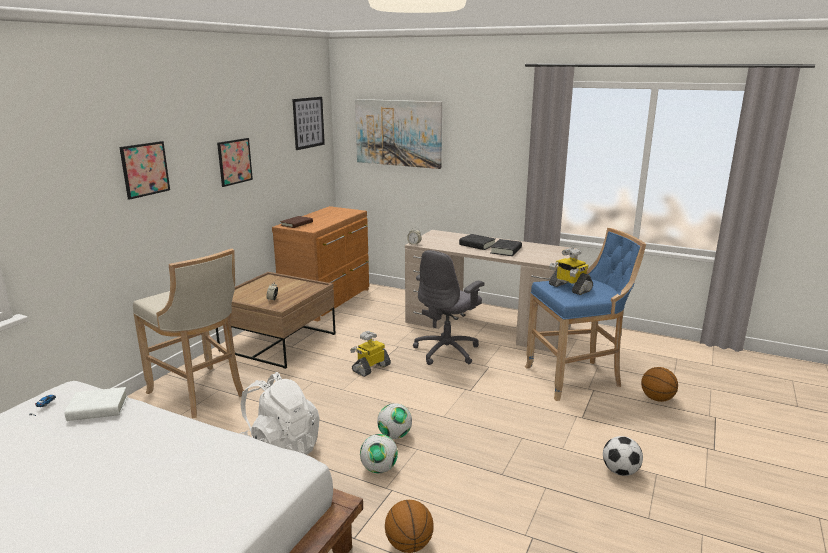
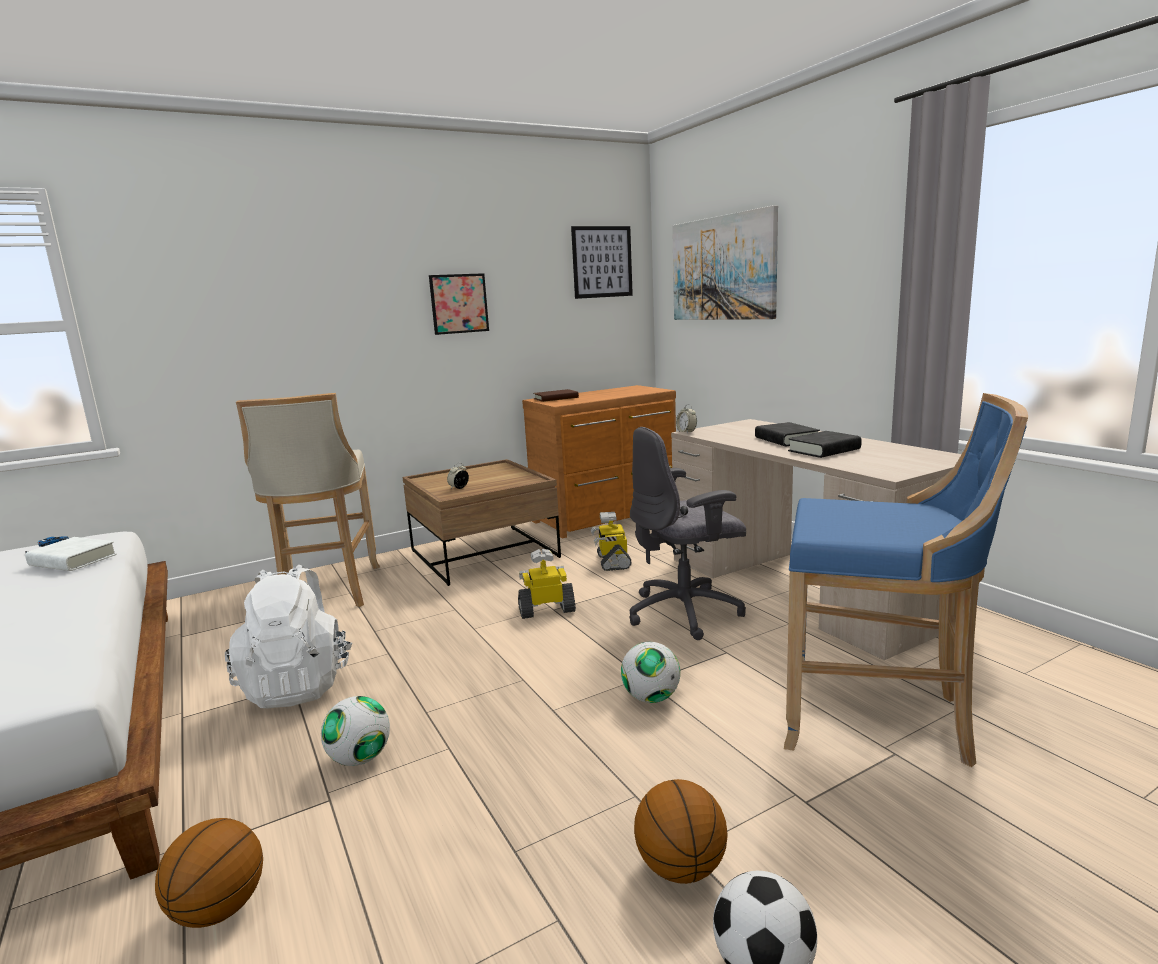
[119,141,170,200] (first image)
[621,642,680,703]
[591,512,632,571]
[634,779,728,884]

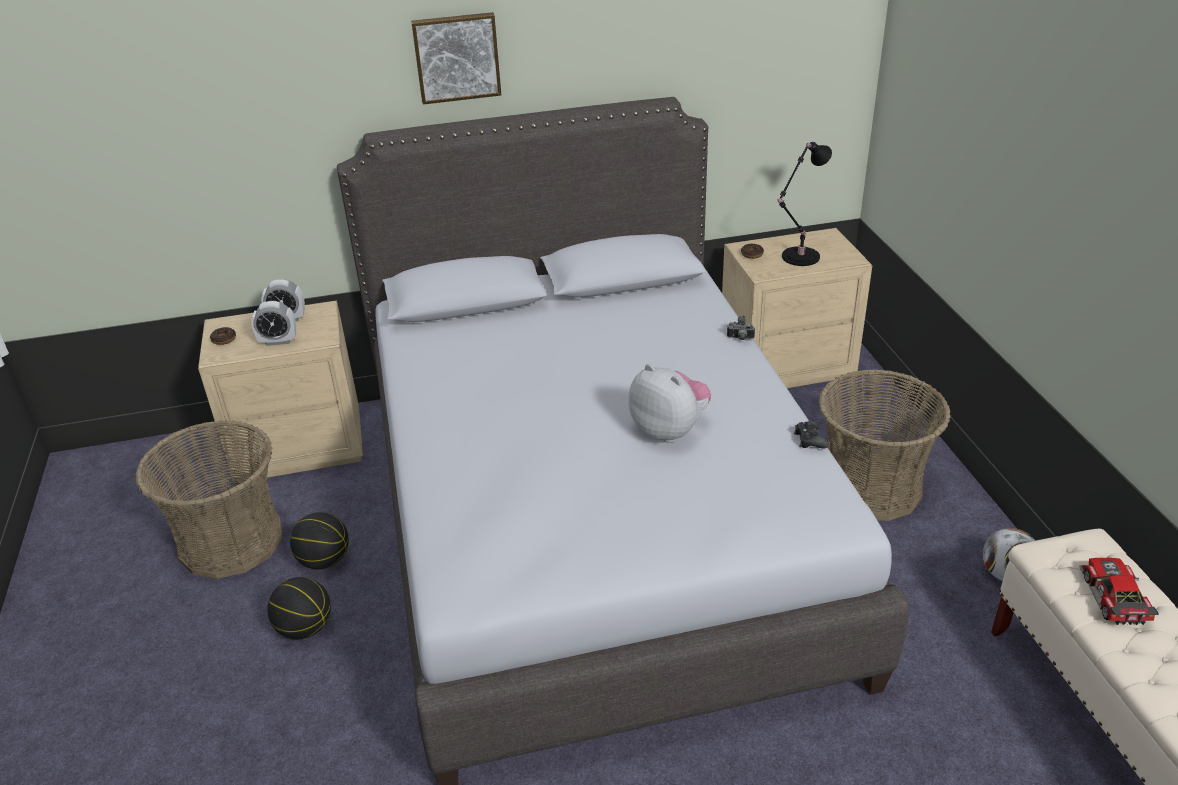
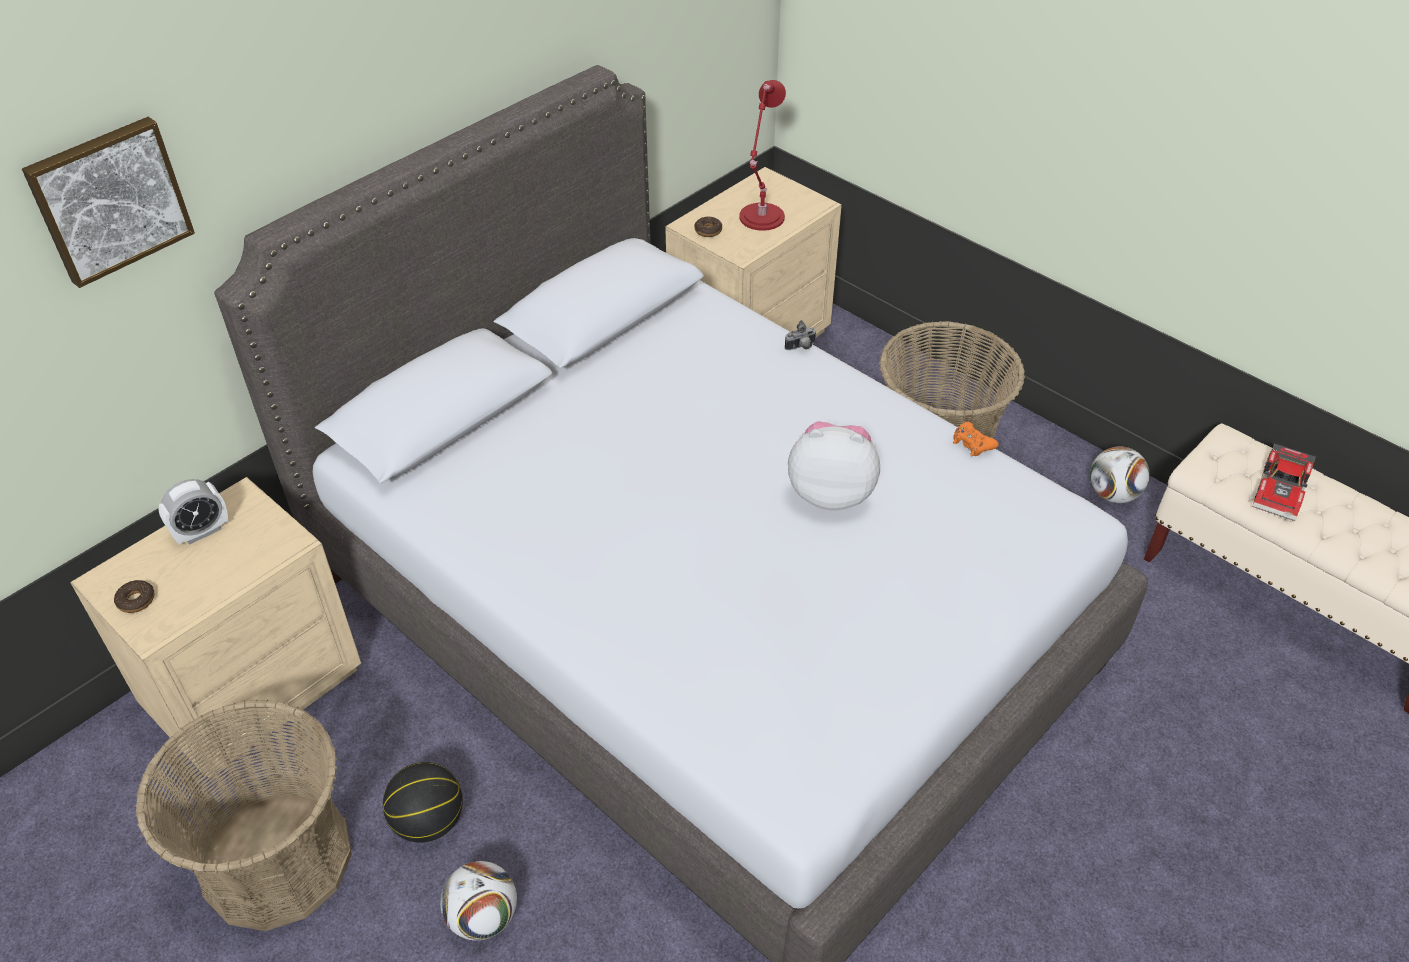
[251,301,296,346] (first image)
[22,117,195,288]
[440,861,517,941]
[739,80,786,231]
[953,422,999,456]
[1252,443,1316,521]

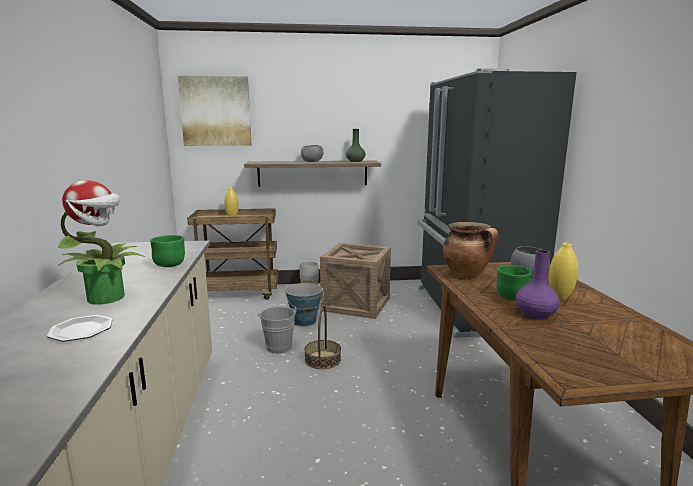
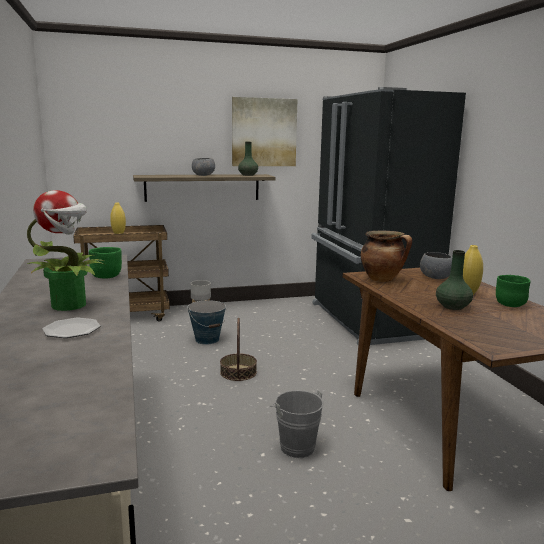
[320,243,391,319] (first image)
[232,97,297,166]
[269,390,324,458]
[496,275,530,307]
[436,250,473,310]

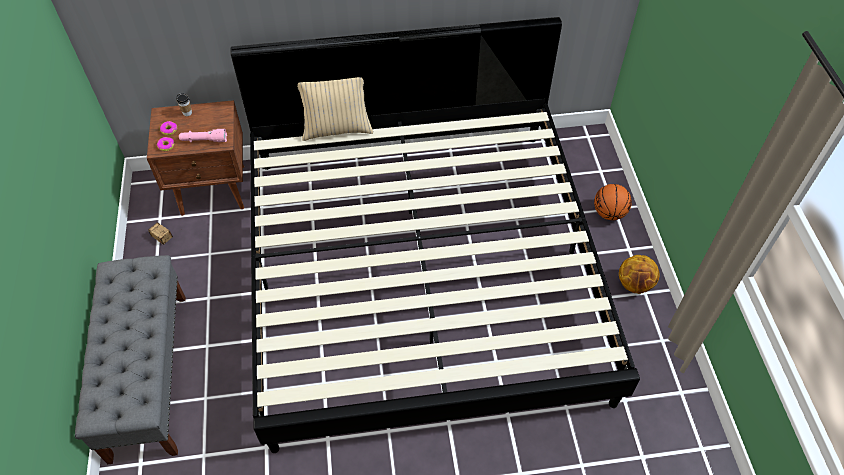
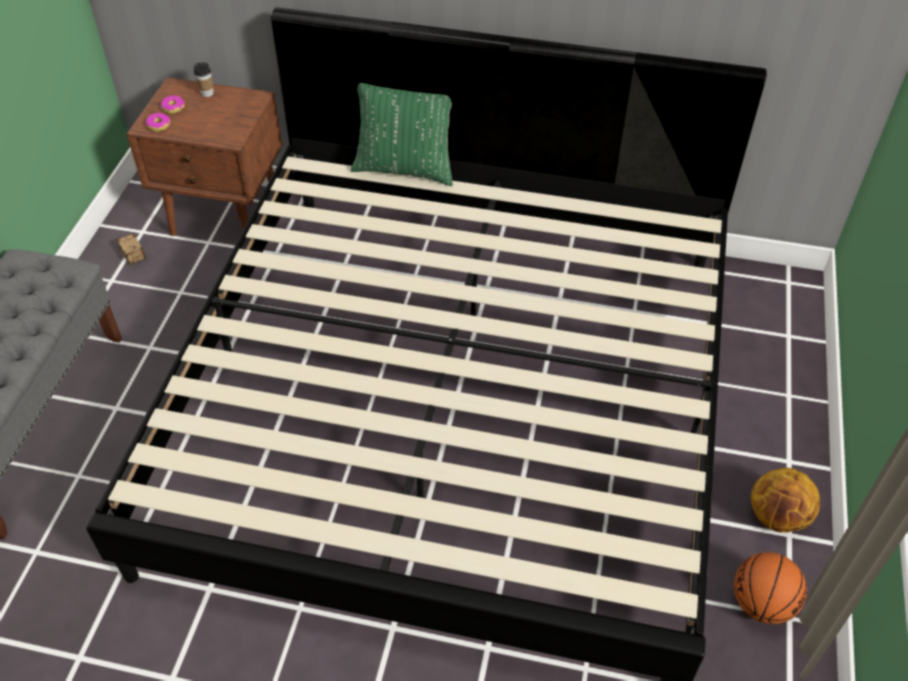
[179,129,227,142] (first image)
[734,552,807,624]
[351,83,453,186]

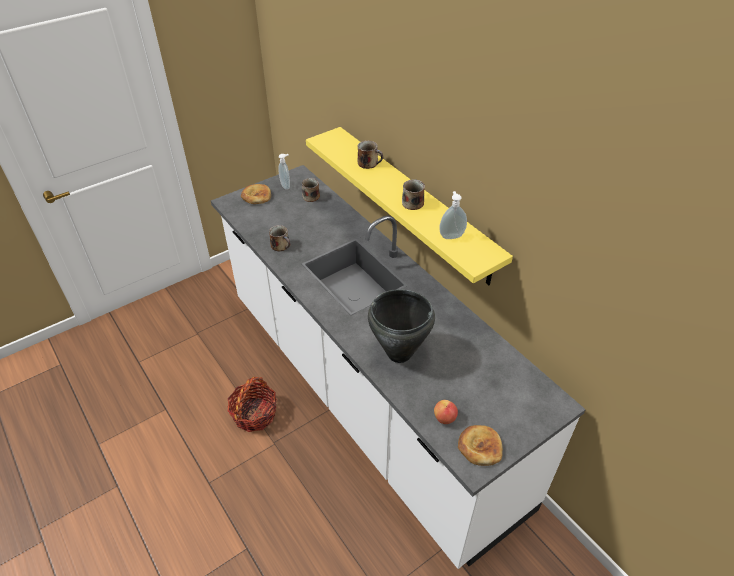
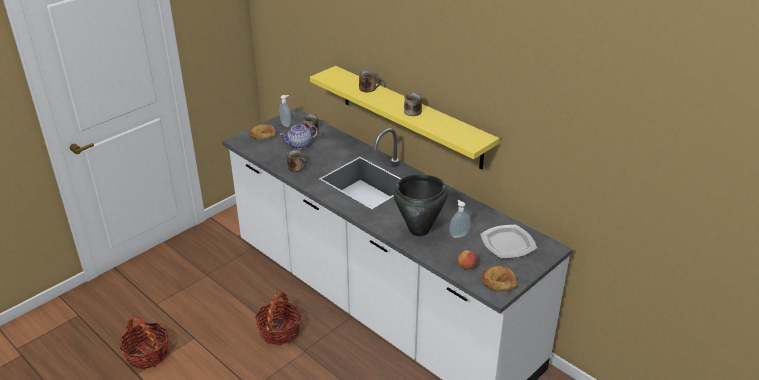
[120,316,169,369]
[280,124,318,149]
[480,225,537,259]
[449,200,470,238]

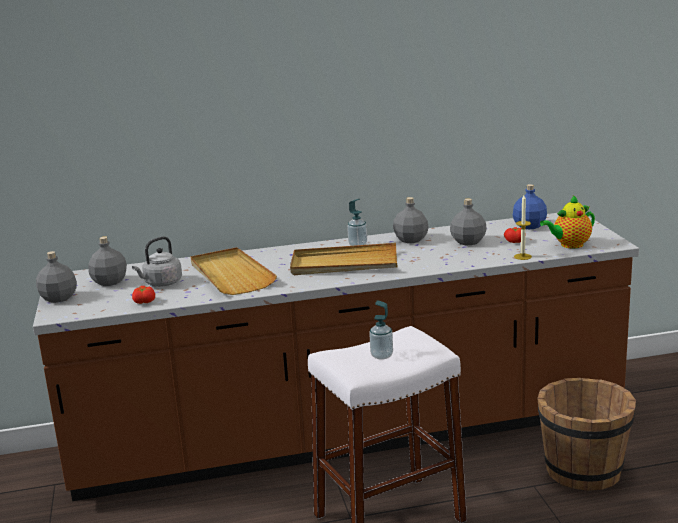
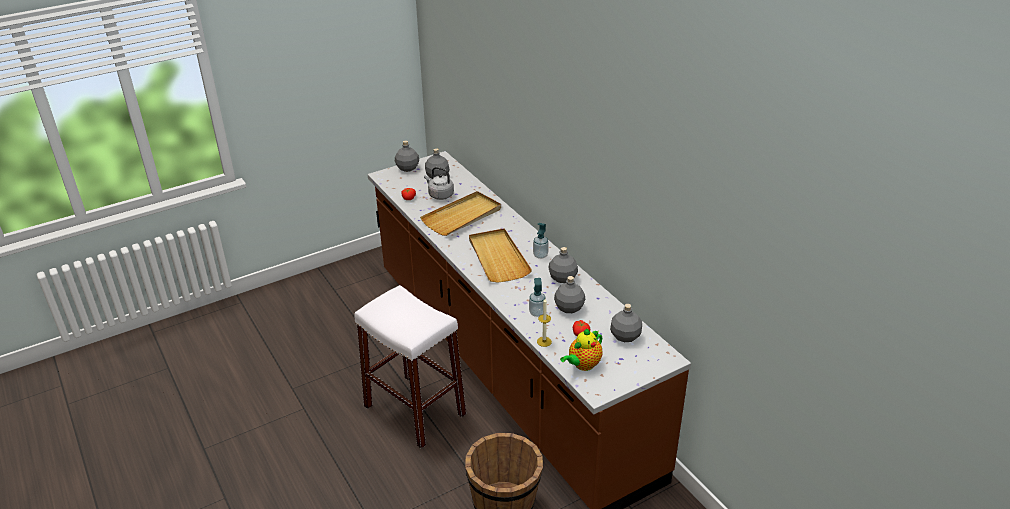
[529,278,546,317]
[610,304,642,342]
[560,329,603,371]

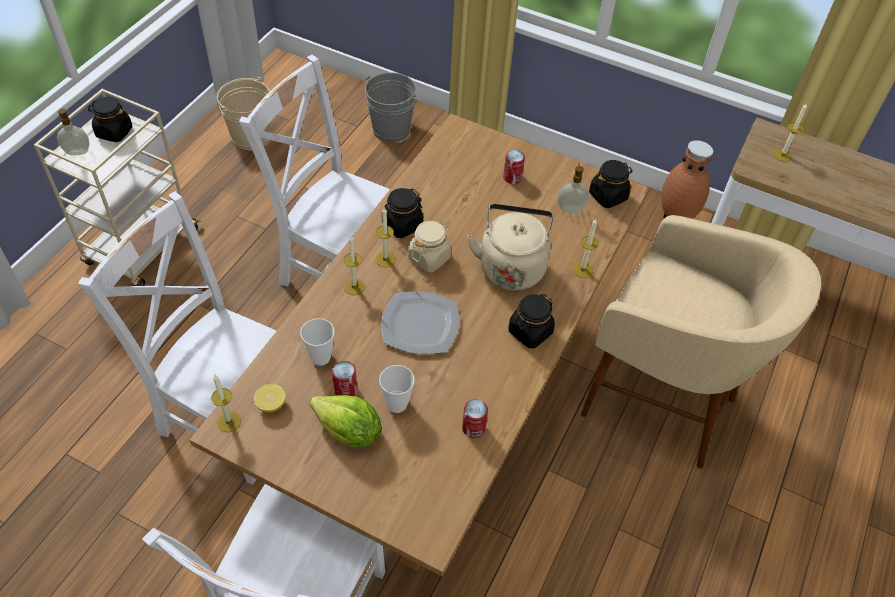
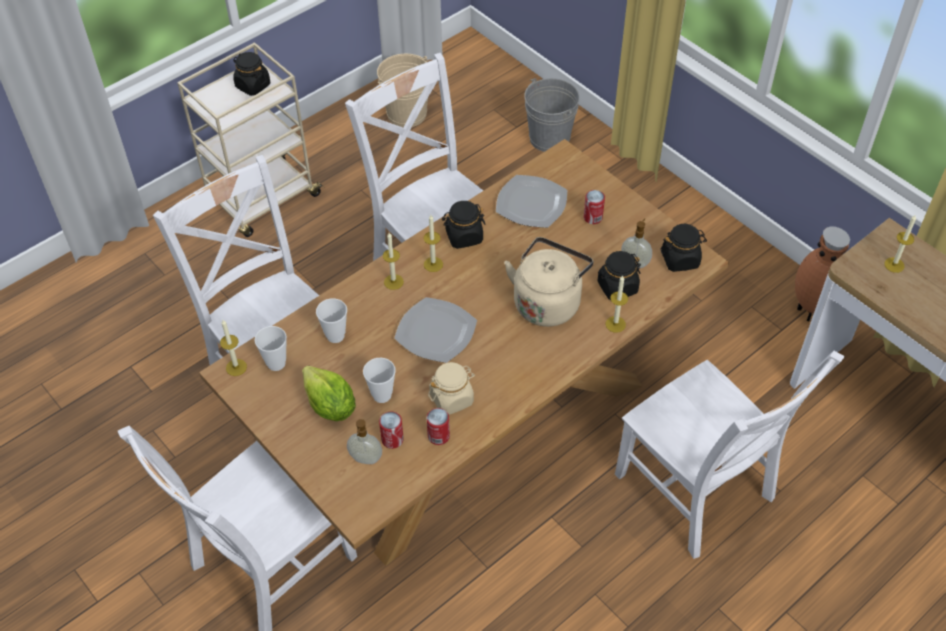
[496,175,567,228]
[347,419,382,464]
[379,411,404,449]
[428,362,475,415]
[598,251,641,300]
[255,326,287,371]
[615,351,845,559]

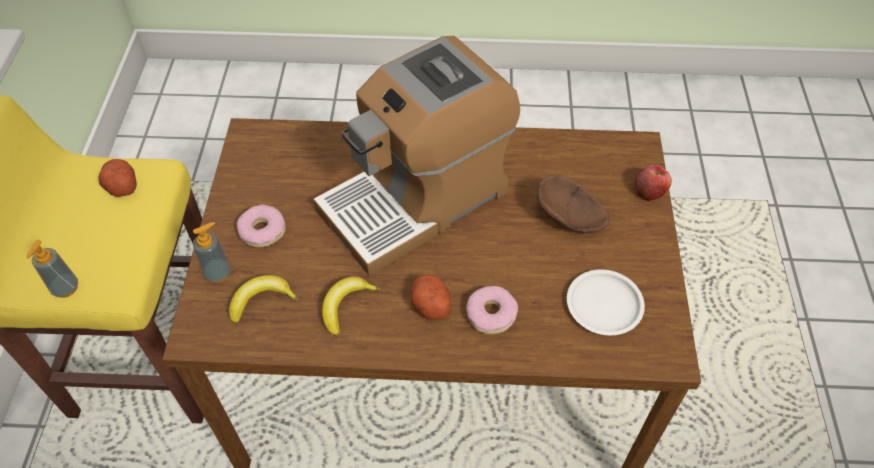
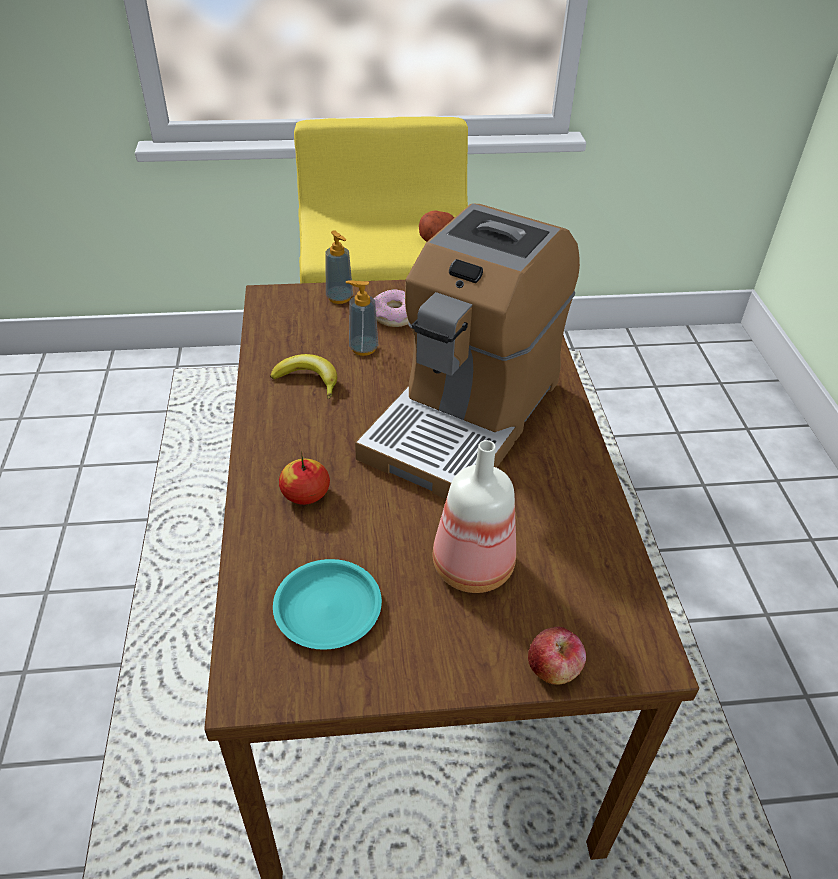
[229,275,299,324] (first image)
[410,274,452,320] (first image)
[346,280,378,356]
[279,456,330,505]
[433,440,516,593]
[273,559,382,650]
[355,203,580,499]

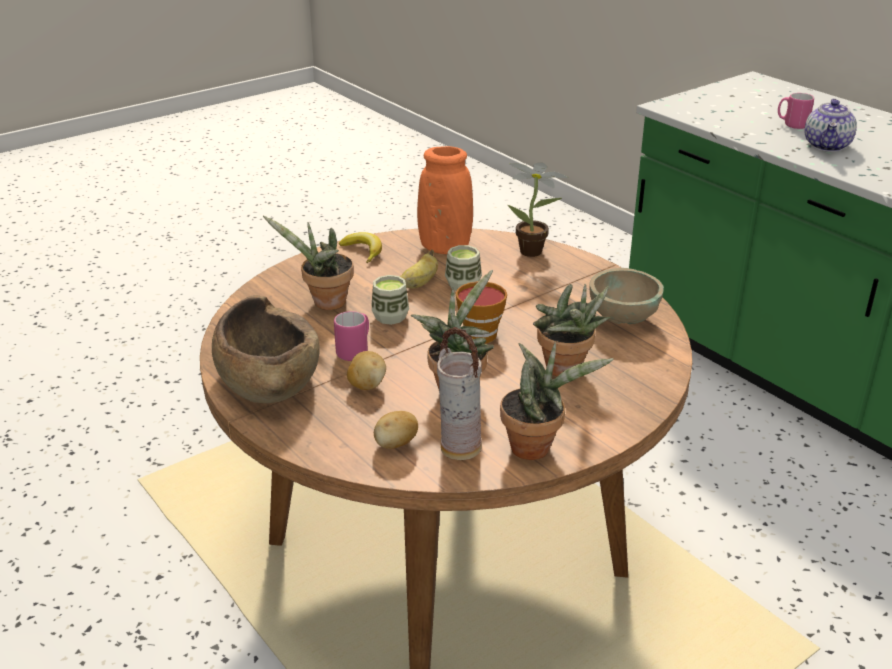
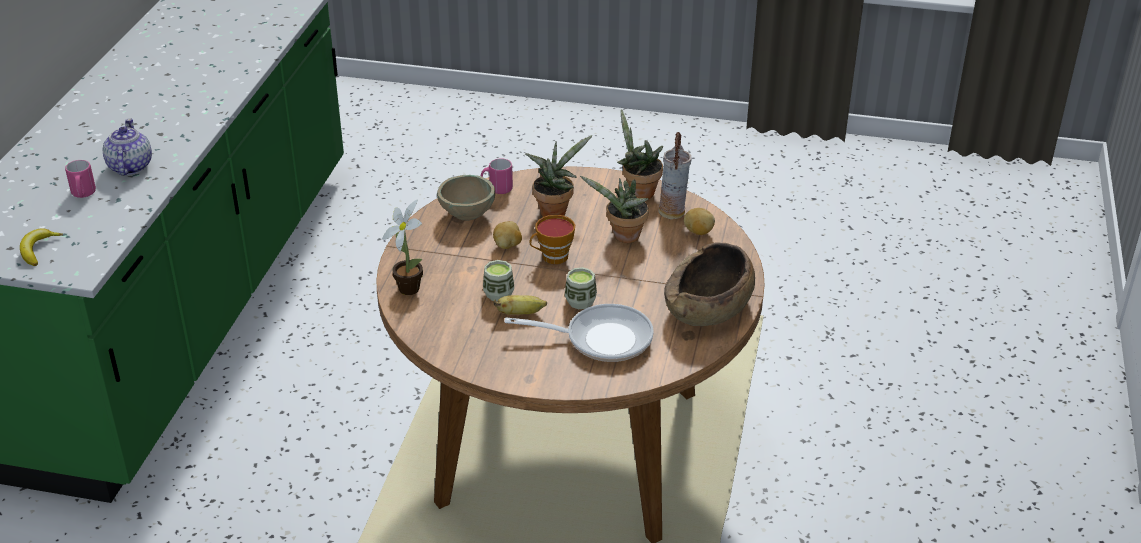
[417,146,473,254] (first image)
[481,158,513,194]
[20,228,63,266]
[493,221,522,249]
[505,304,654,362]
[103,118,152,176]

